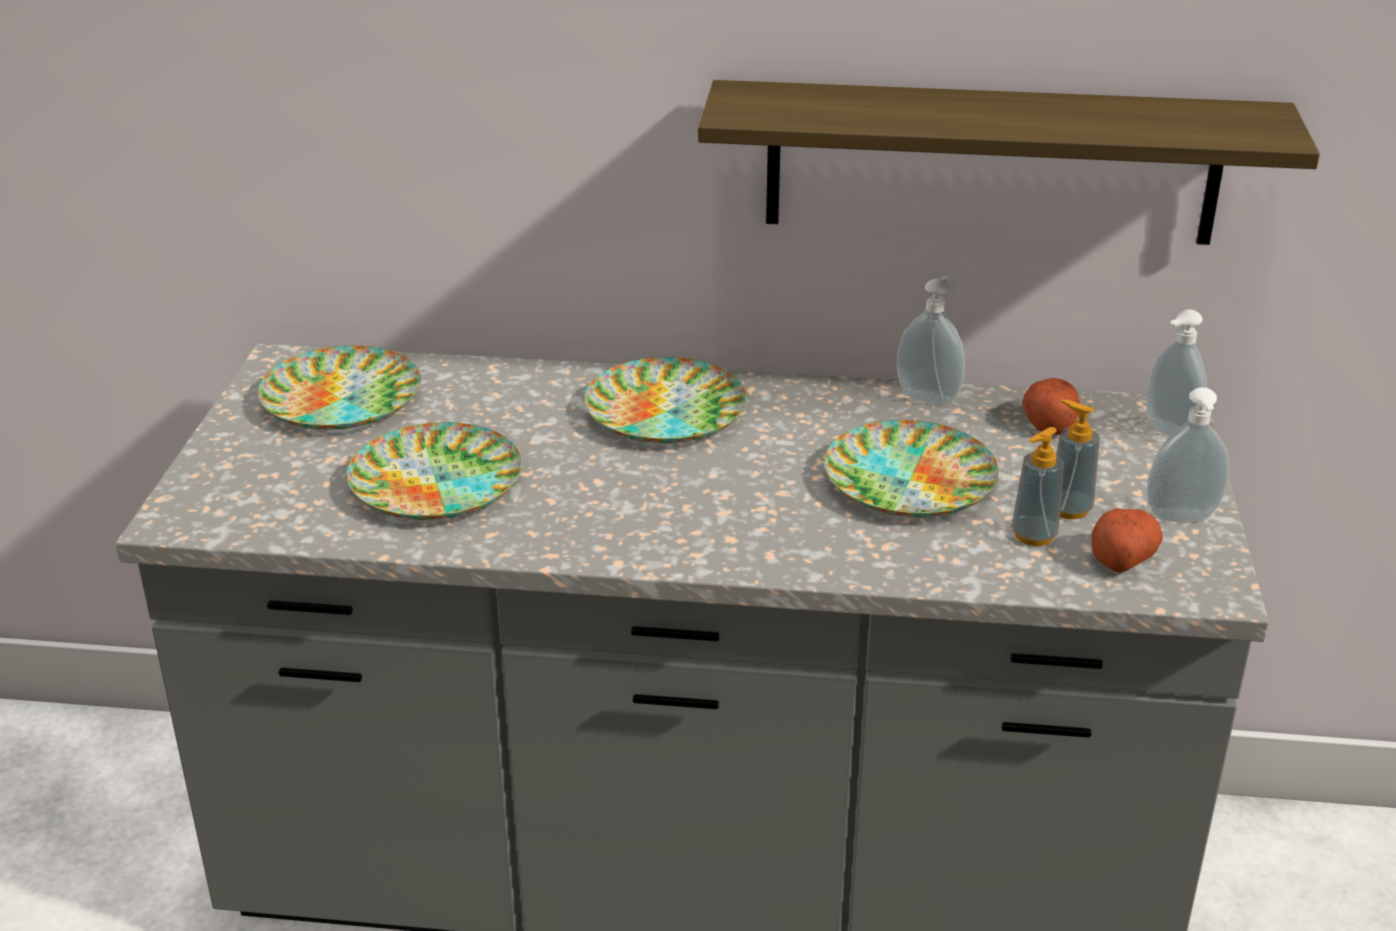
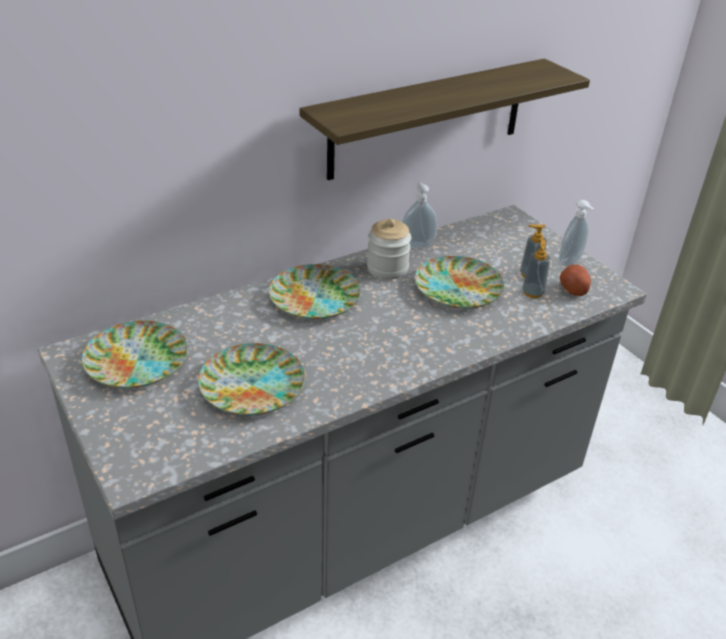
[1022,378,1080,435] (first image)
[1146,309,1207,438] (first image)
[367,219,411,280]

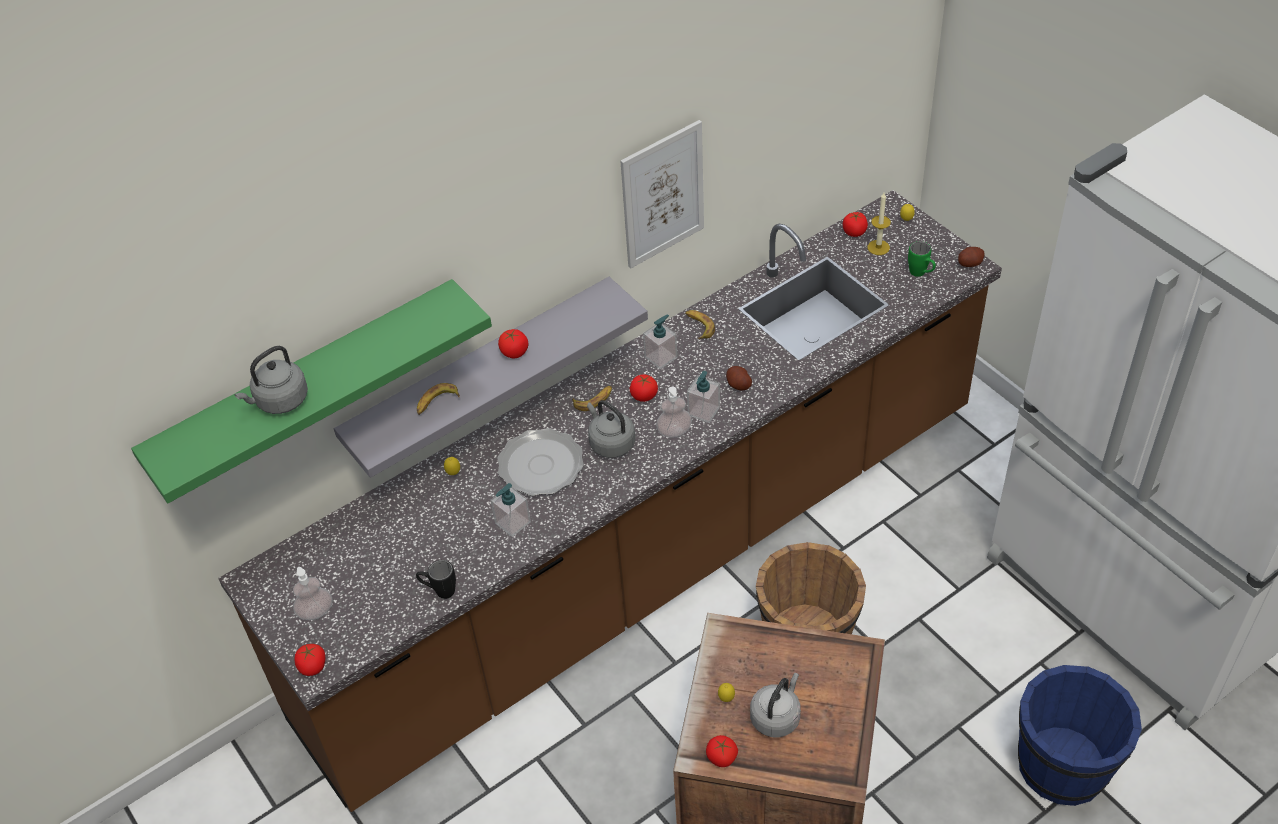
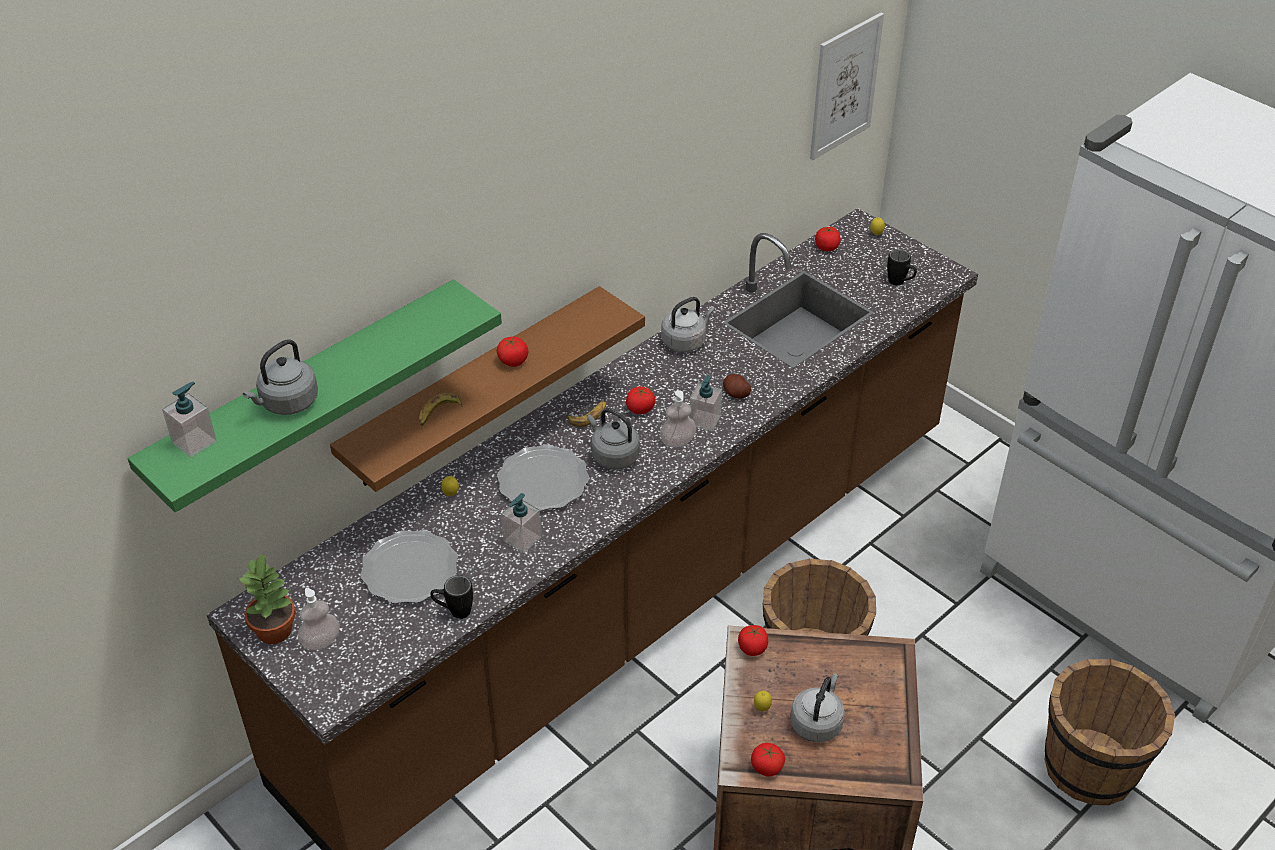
[868,193,891,255] (first image)
[958,247,984,267] (first image)
[238,553,296,644]
[360,530,458,604]
[738,625,768,656]
[810,12,884,160]
[162,382,217,458]
[661,297,715,352]
[330,286,645,492]
[887,249,917,285]
[1044,659,1175,805]

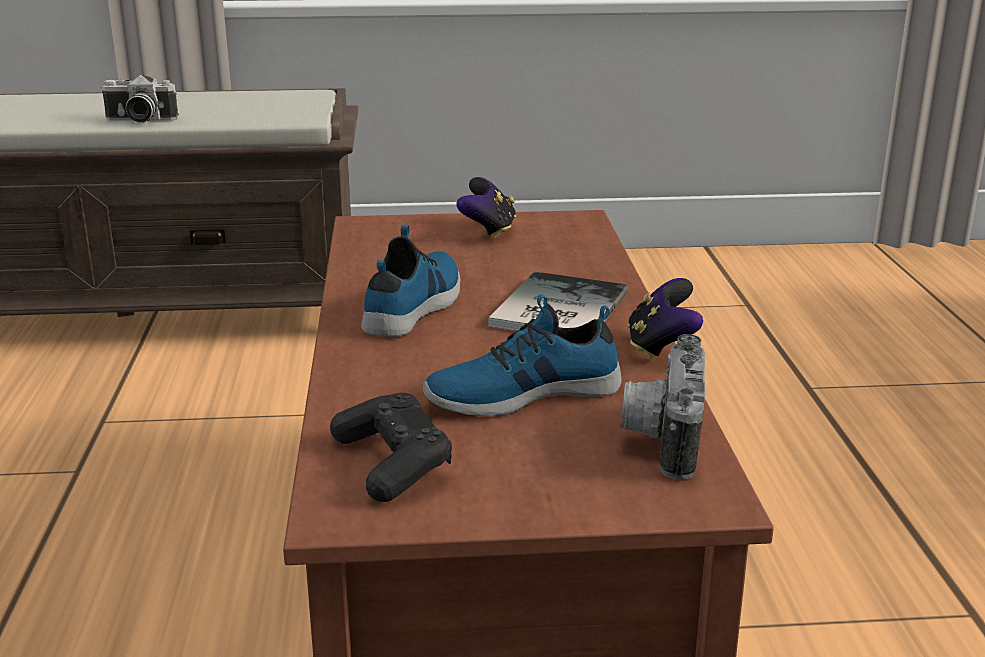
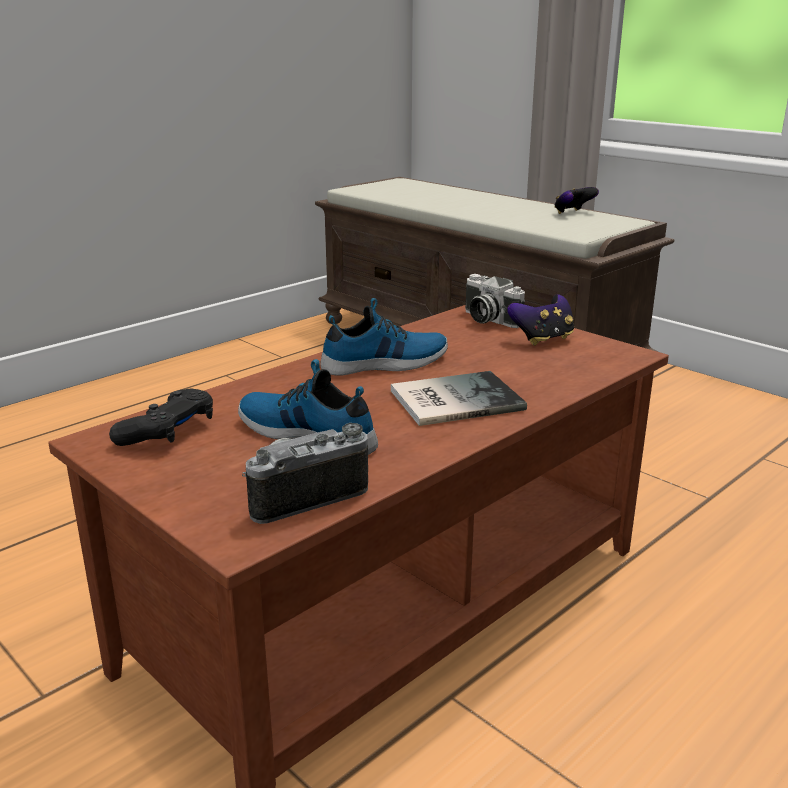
[465,274,525,328]
[554,187,599,214]

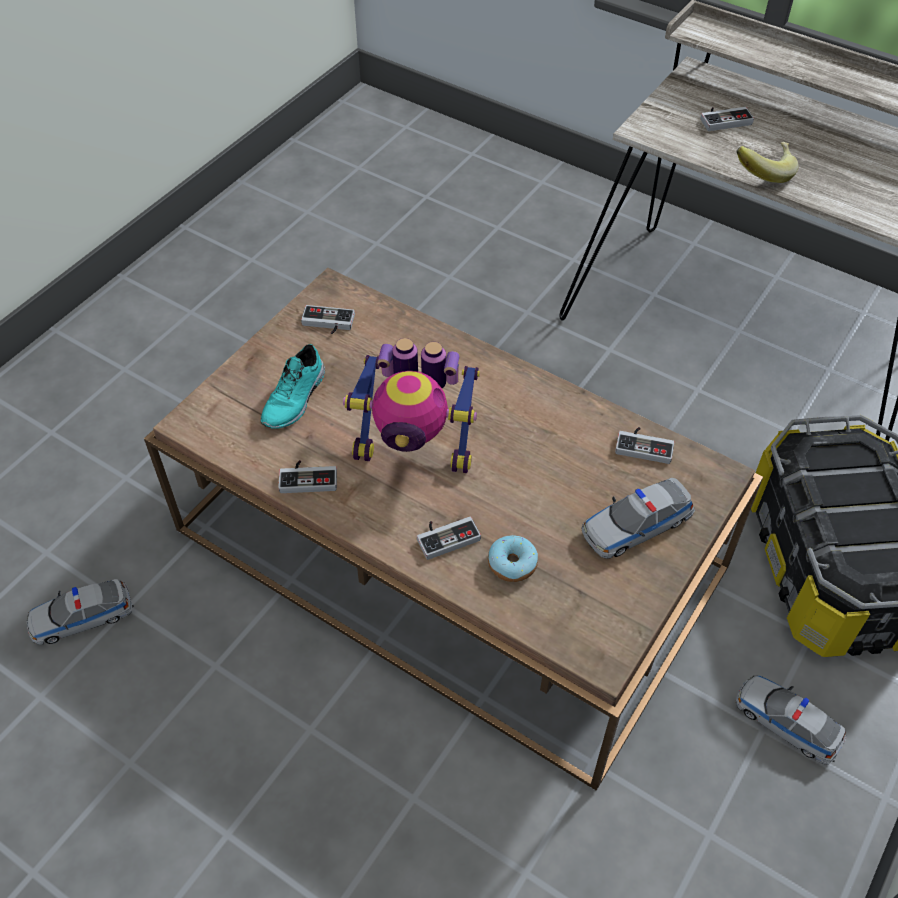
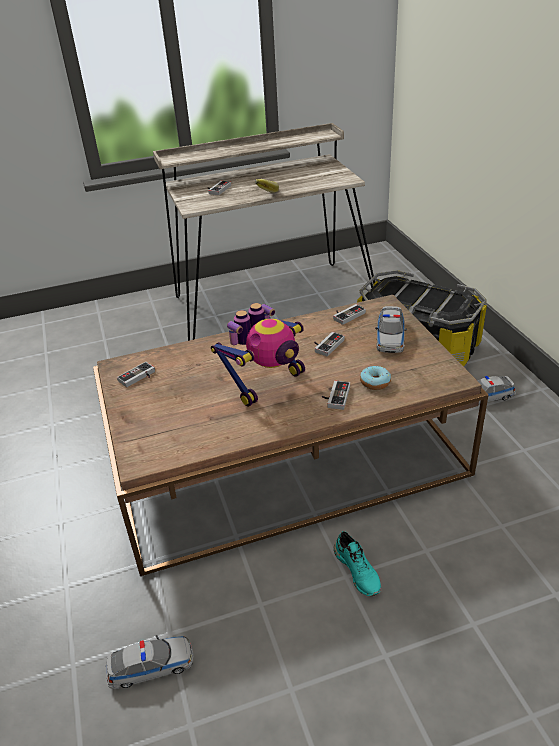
[334,531,381,596]
[314,332,345,356]
[106,635,193,689]

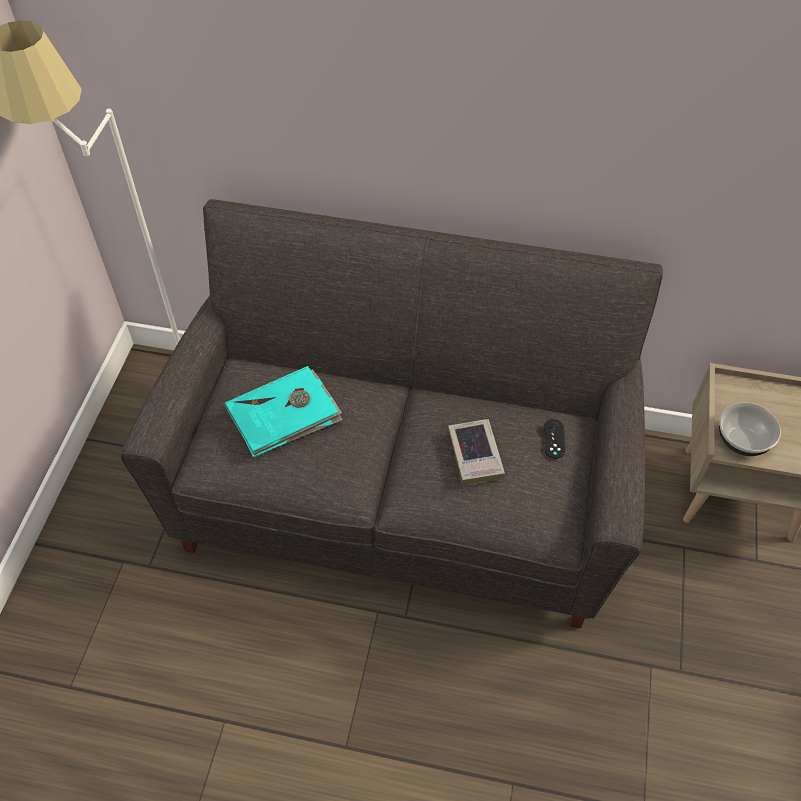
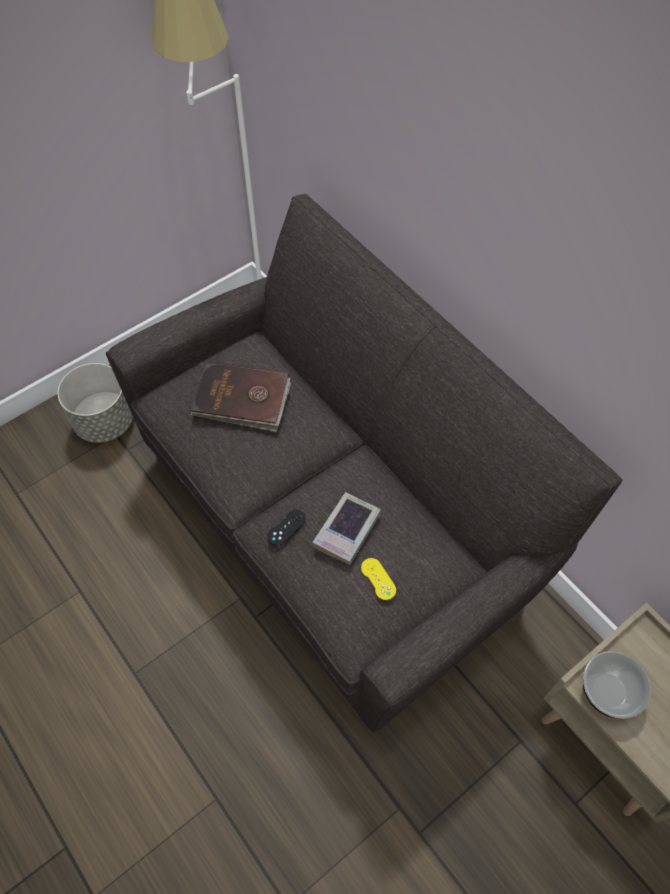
[57,363,133,443]
[361,558,396,600]
[267,510,306,546]
[191,361,291,432]

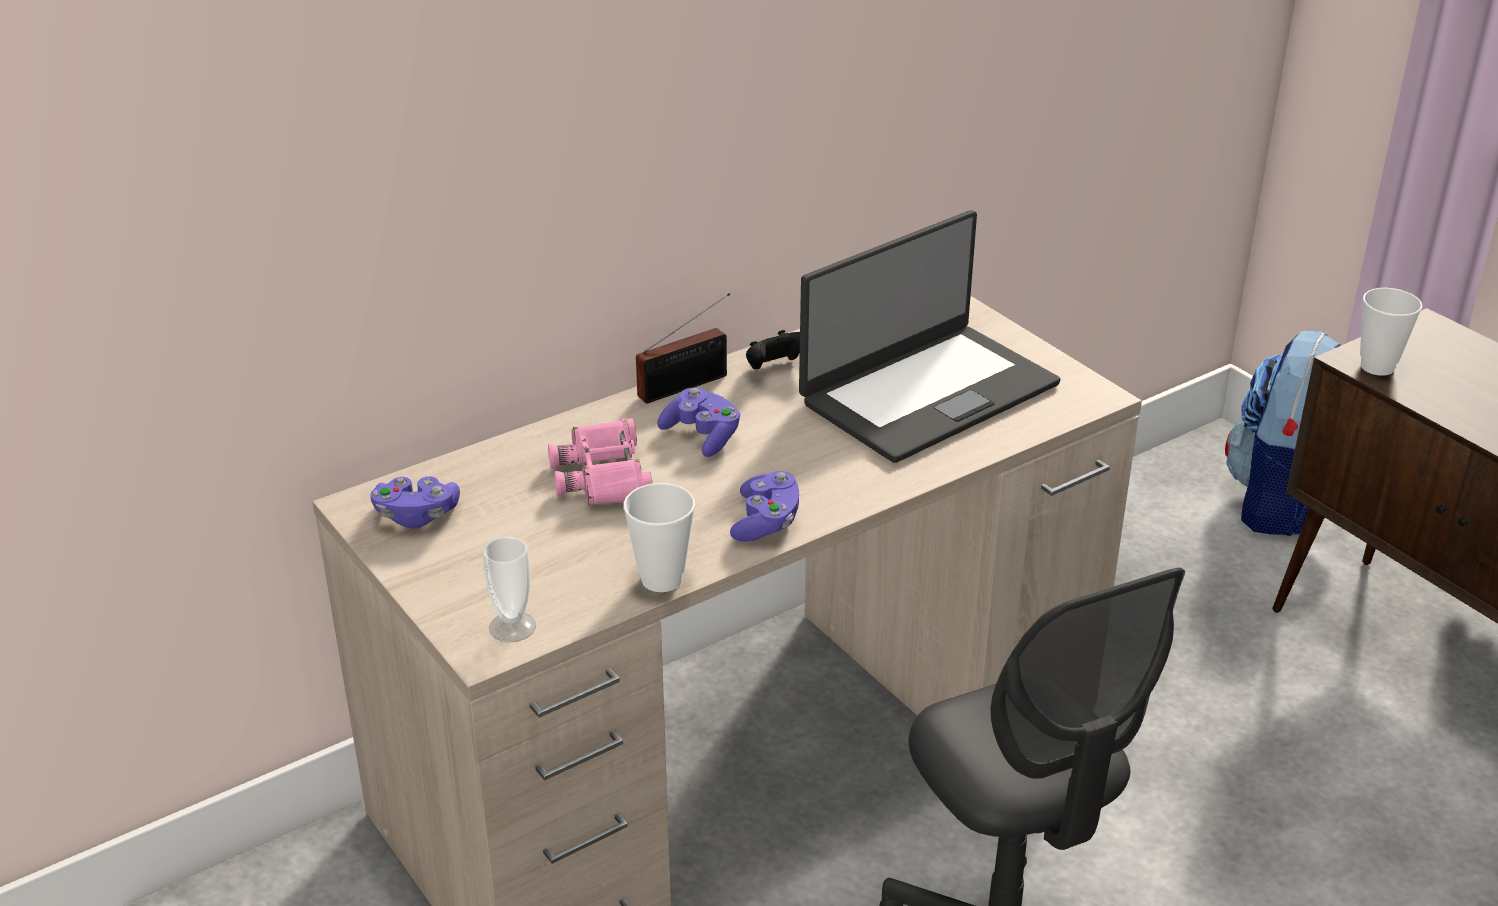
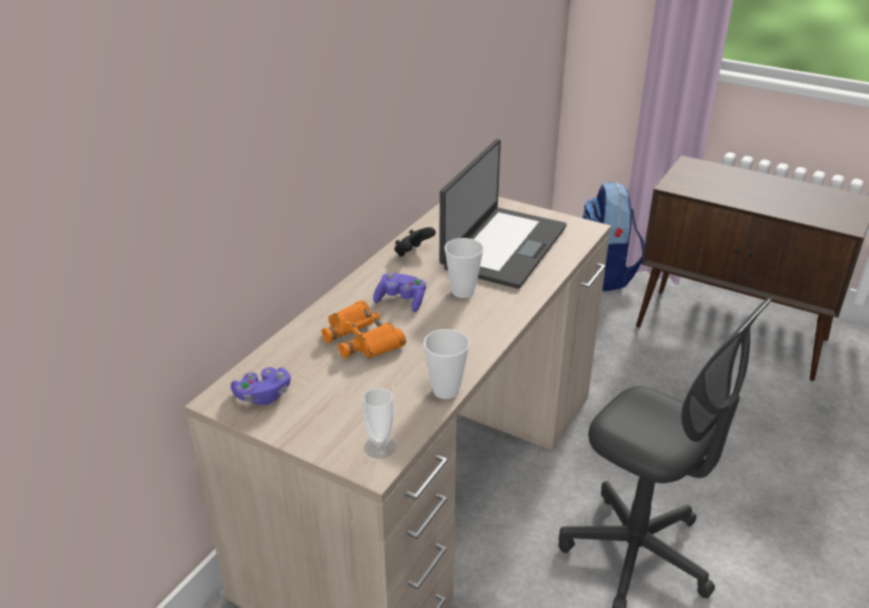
[636,293,730,404] (first image)
[730,471,799,542] (first image)
[444,238,484,298]
[321,300,406,359]

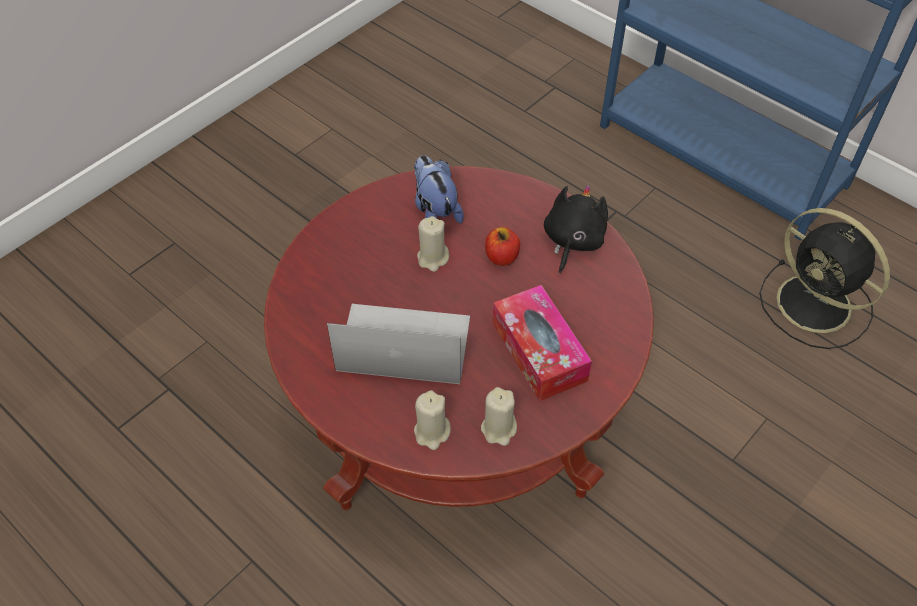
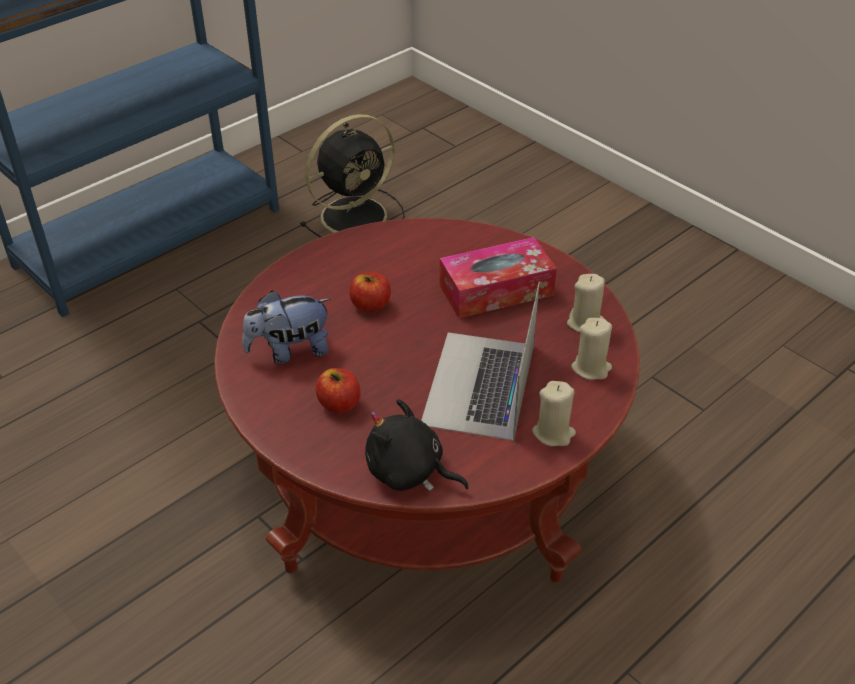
[316,368,361,413]
[532,381,576,446]
[365,399,469,491]

